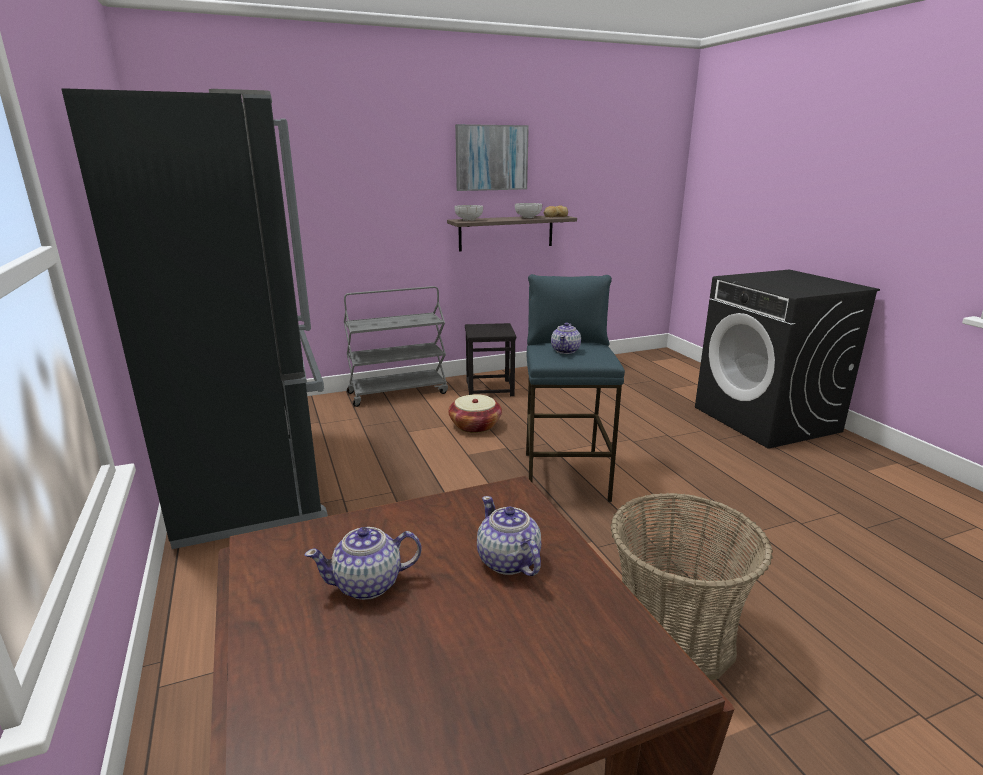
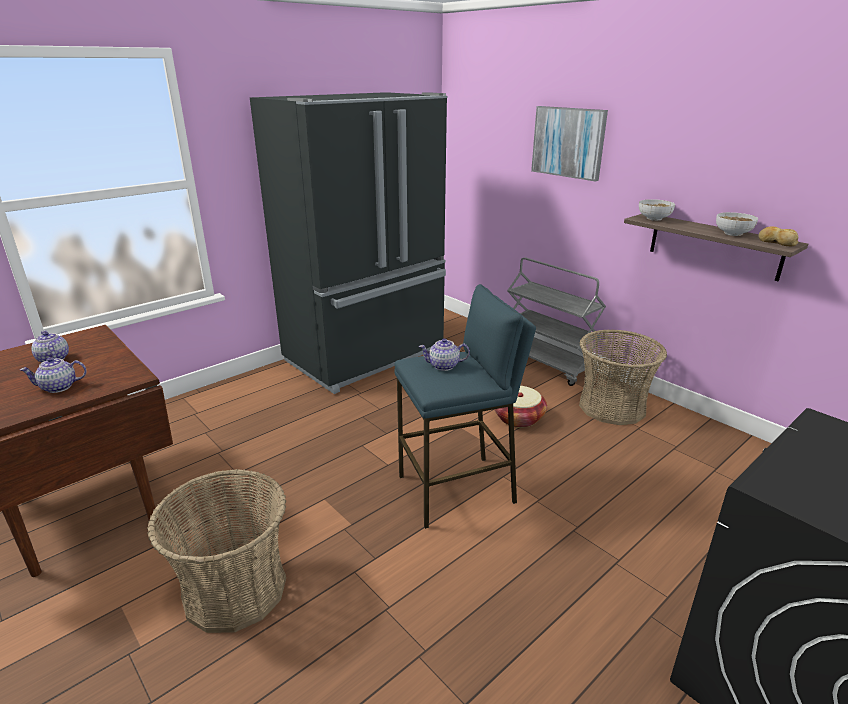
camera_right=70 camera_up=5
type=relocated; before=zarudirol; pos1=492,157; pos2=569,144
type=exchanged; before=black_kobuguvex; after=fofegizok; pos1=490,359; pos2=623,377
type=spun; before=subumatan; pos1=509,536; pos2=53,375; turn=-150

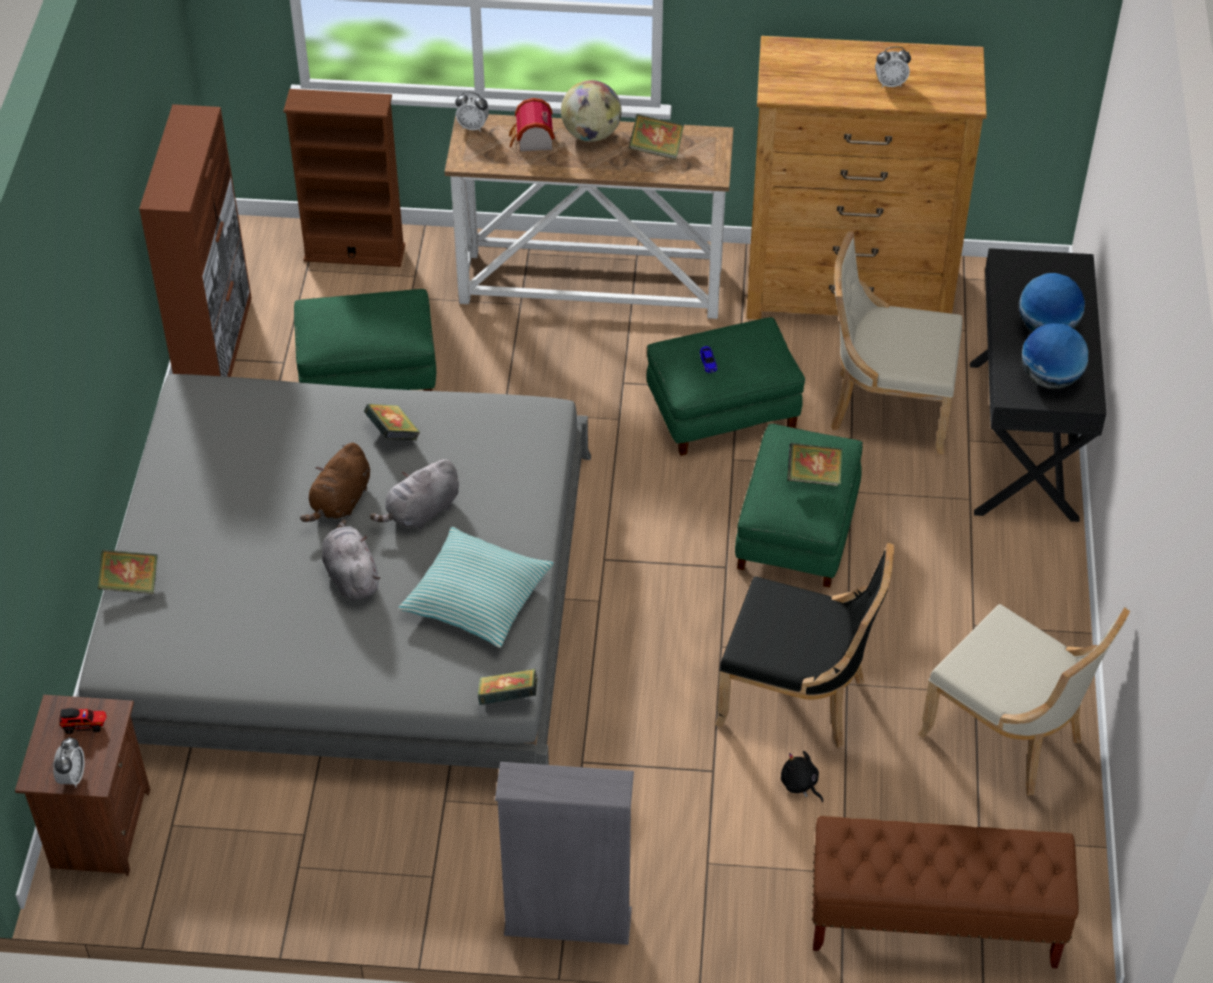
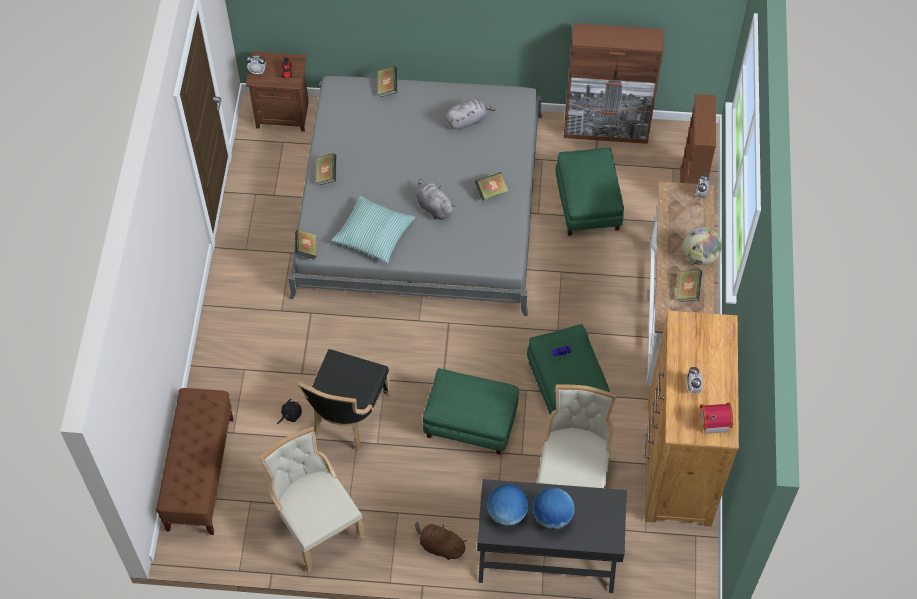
camera_right=90 camera_up=10
type=relocated; before=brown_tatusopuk; pos1=335,482; pos2=441,541
type=relocated; before=grey_tatusopuk; pos1=351,559; pos2=471,114
type=missing; before=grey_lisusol; pos1=564,853
type=relocated; before=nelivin; pos1=532,124; pos2=716,418
type=relocated; before=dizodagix; pos1=814,464; pos2=326,169
type=spun; before=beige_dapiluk; pos1=1024,700; pos2=312,500; turn=105

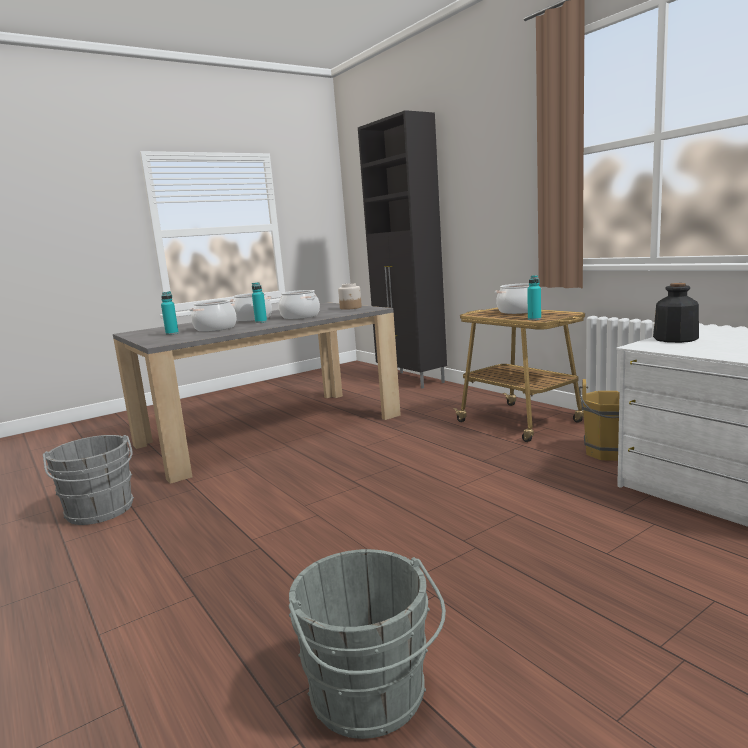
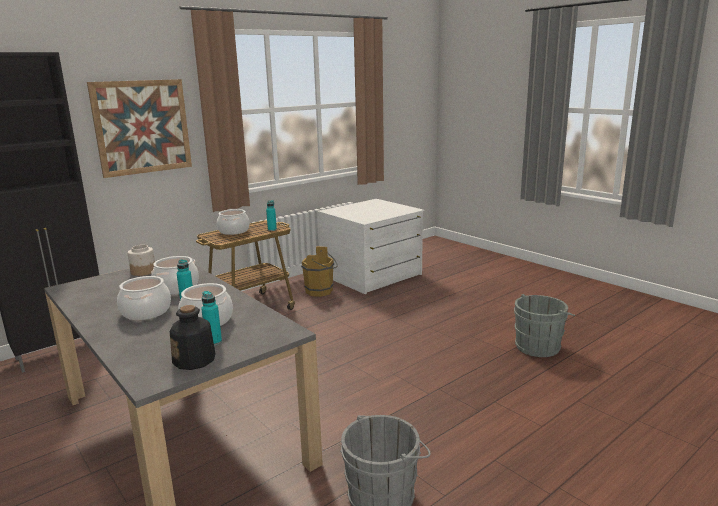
camera_right=-95 camera_up=5
type=relocated; before=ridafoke; pos1=676,313; pos2=193,337
type=appeared; after=zarudirol; pos2=139,128

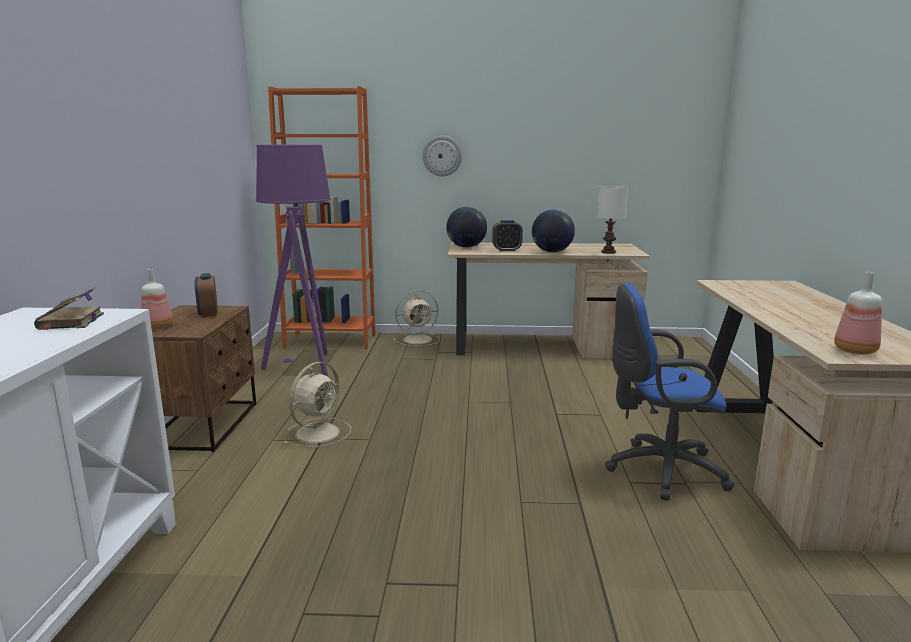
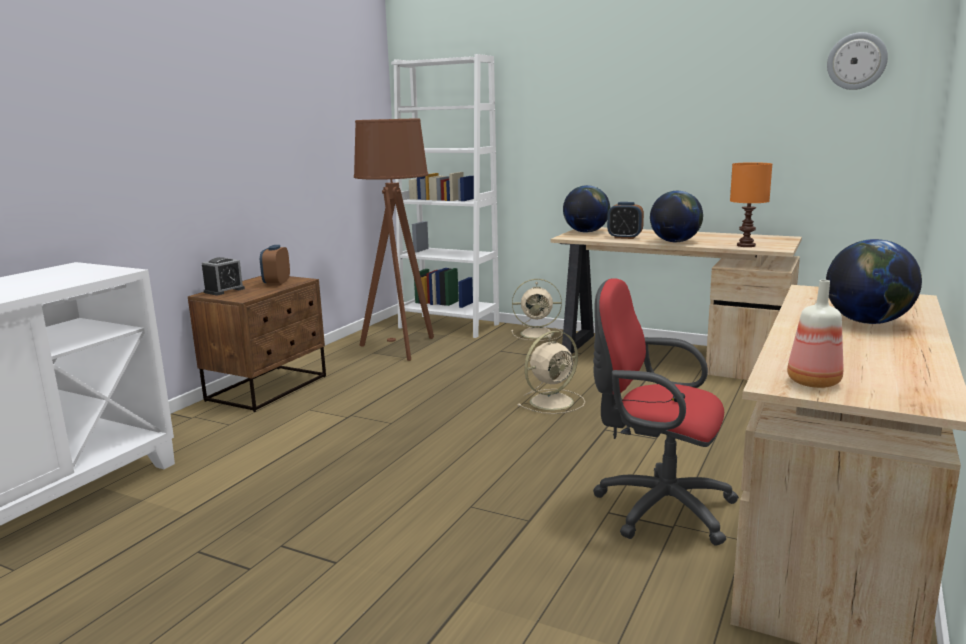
camera_right=25 camera_up=0
type=missing; before=dizodagix; pos1=69,308
type=exchanged; before=ridafoke; after=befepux; pos1=157,299; pos2=223,276
type=colour; before=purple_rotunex; after=brown_rotunex; pos1=293,261; pos2=394,239
type=colour; before=orange_lisusol; after=white_lisusol; pos1=322,218; pos2=445,196
type=relocated; before=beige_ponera; pos1=317,405; pos2=551,372
type=relocated; before=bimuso; pos1=442,156; pos2=857,61
type=colour; before=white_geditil; after=orange_geditil; pos1=612,220; pos2=751,204
type=colour; before=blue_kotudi; after=red_kotudi; pos1=669,392; pos2=666,412
type=appeared; after=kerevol; pos2=874,281

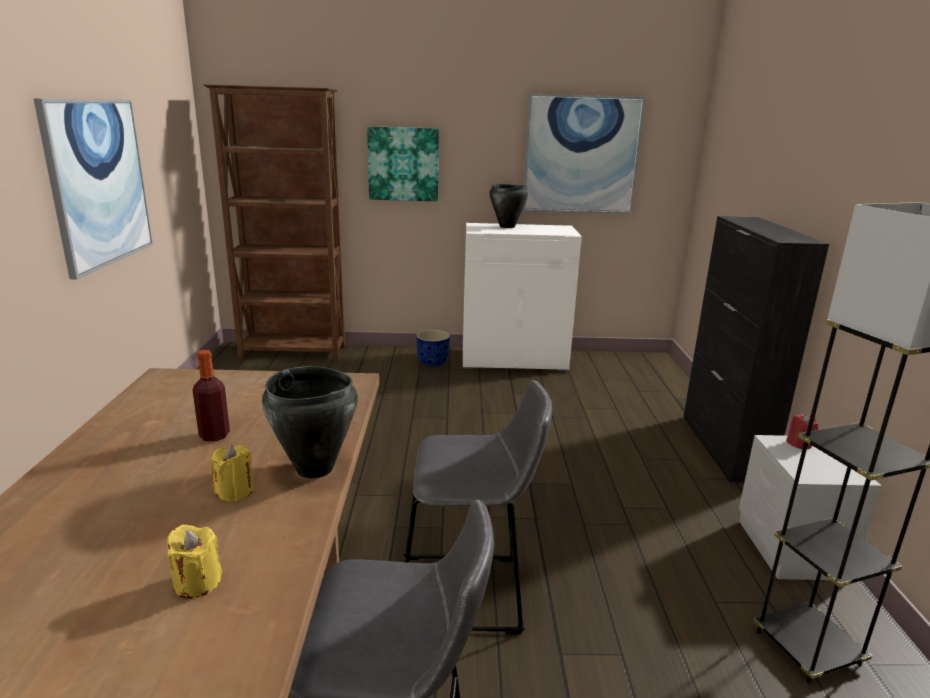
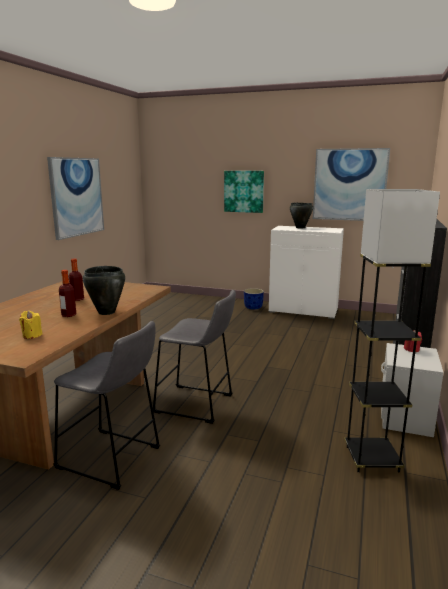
camera_right=20 camera_up=-5
type=missing; before=brown_lisusol; pos1=274,222
type=exchanged; before=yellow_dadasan; after=ridafoke; pos1=232,473; pos2=67,293

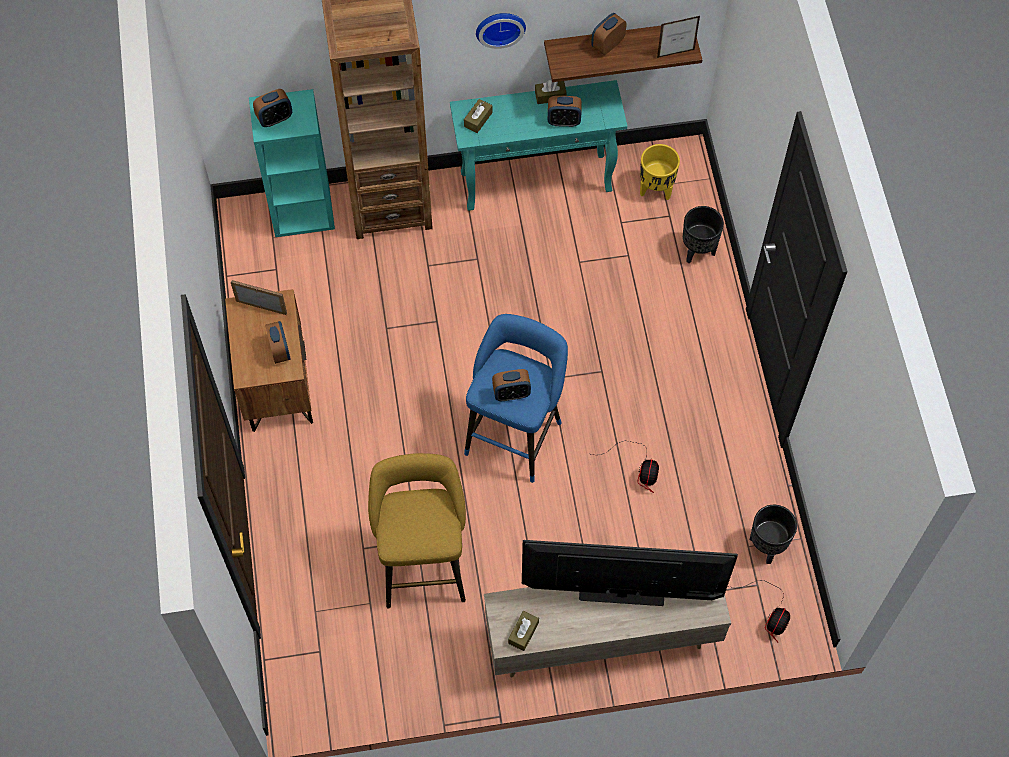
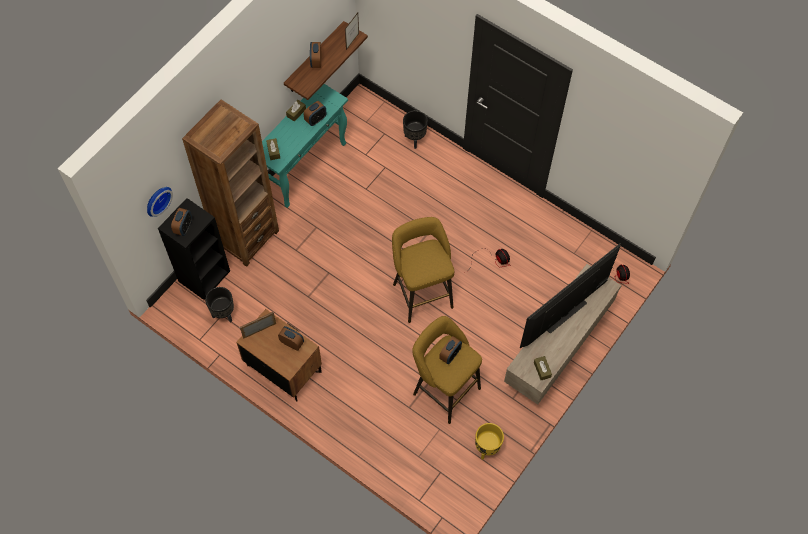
camera_right=-45 camera_up=0
type=colour; before=turquoise_lisusol; after=black_lisusol; pos1=292,163; pos2=194,249
type=colour; before=blue_kobuguvex; after=yellow_kobuguvex; pos1=516,398; pos2=423,270
type=relocated; before=bimuso; pos1=501,31; pos2=160,202
type=relocated; before=befepux; pos1=511,385; pos2=450,350
type=relocated; before=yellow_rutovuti; pos1=660,172; pos2=489,441
type=relocated; before=black_rutovuti; pos1=773,534; pos2=219,305

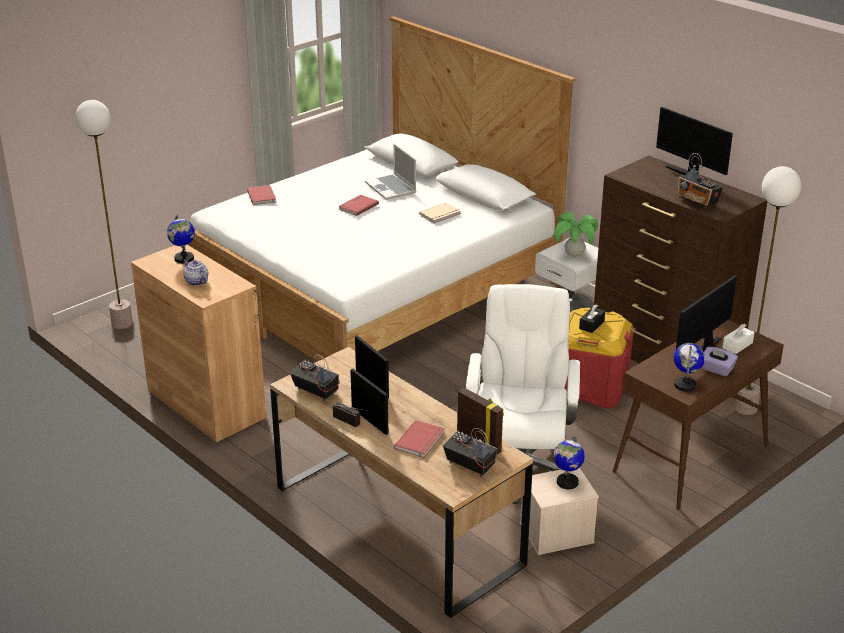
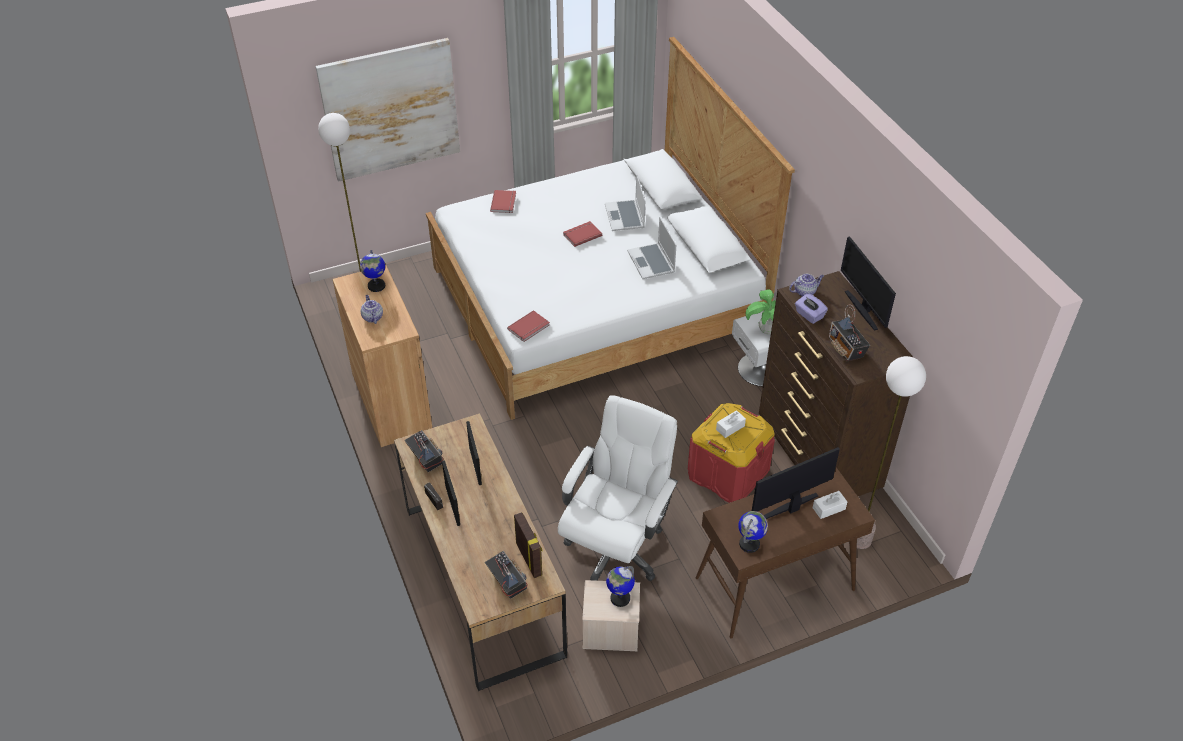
camera_right=20 camera_up=15
type=relocated; before=red_dizodagix; pos1=419,439; pos2=528,326
type=exchanged; before=beige_dizodagix; after=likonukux; pos1=440,213; pos2=651,248
type=colour; before=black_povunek; after=white_povunek; pos1=592,319; pos2=731,424
type=relocated; before=purple_povunek; pos1=720,361; pos2=811,308
type=appeared; after=zarudirol; pos2=387,110
type=appeared; after=subumatan; pos2=806,285

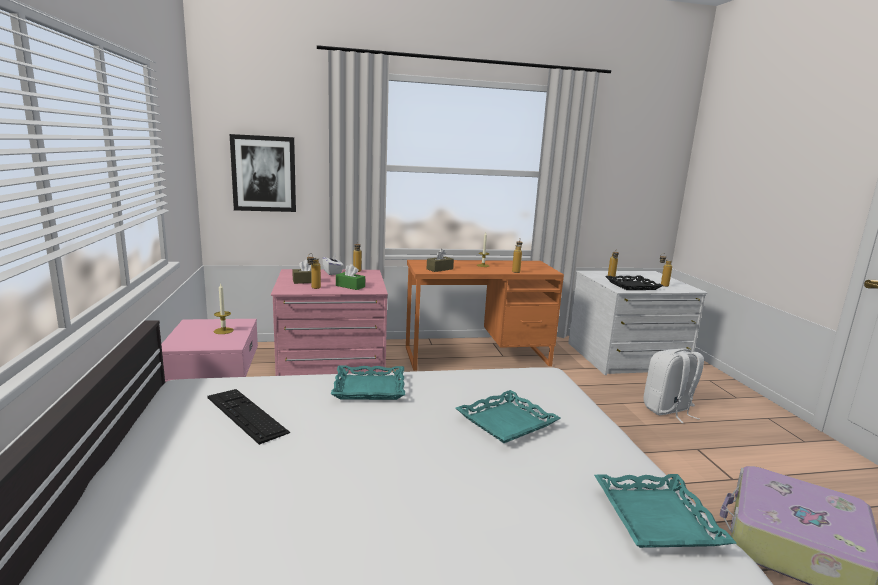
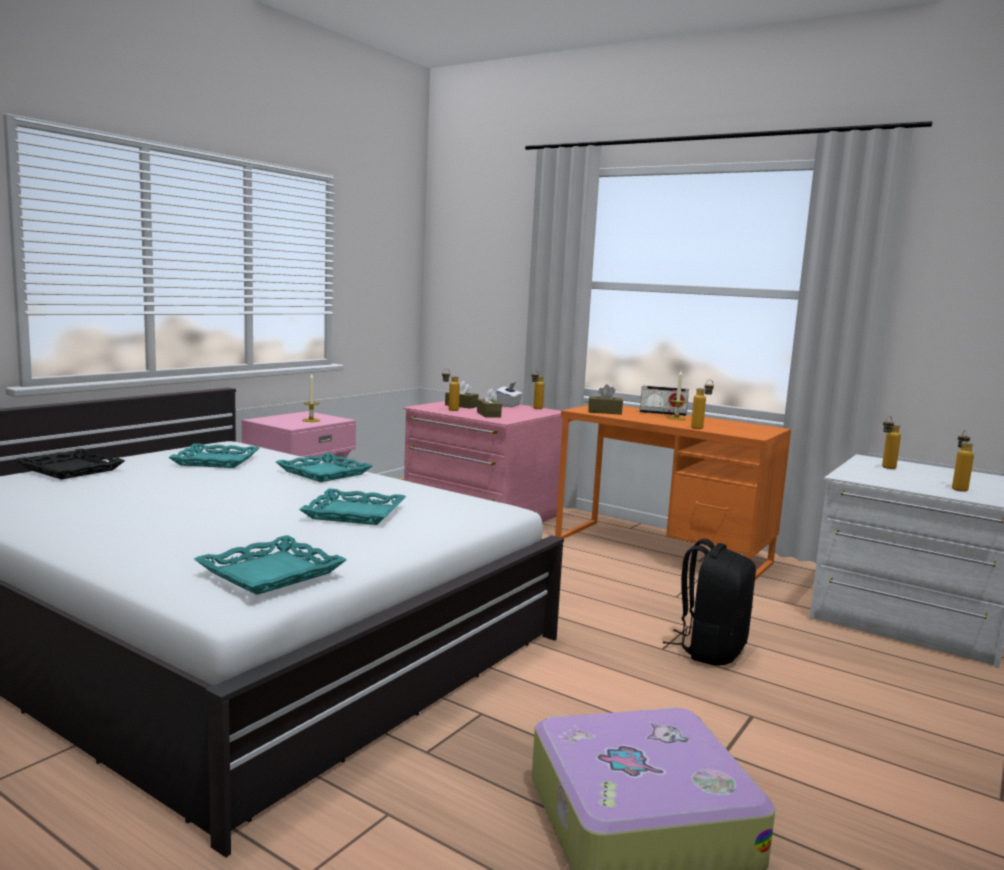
camera_right=45 camera_up=-5
type=exchanged; before=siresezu; after=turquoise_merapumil; pos1=248,417; pos2=213,455
type=missing; before=zarudirol; pos1=263,173
type=colour; before=green_povunek; after=brown_povunek; pos1=350,277; pos2=489,403
type=relocated; before=black_merapumil; pos1=634,283; pos2=70,464
type=missing; before=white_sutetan; pos1=674,385
type=appeared; after=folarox; pos2=664,401
type=appeared; after=black_sutetan; pos2=709,602

